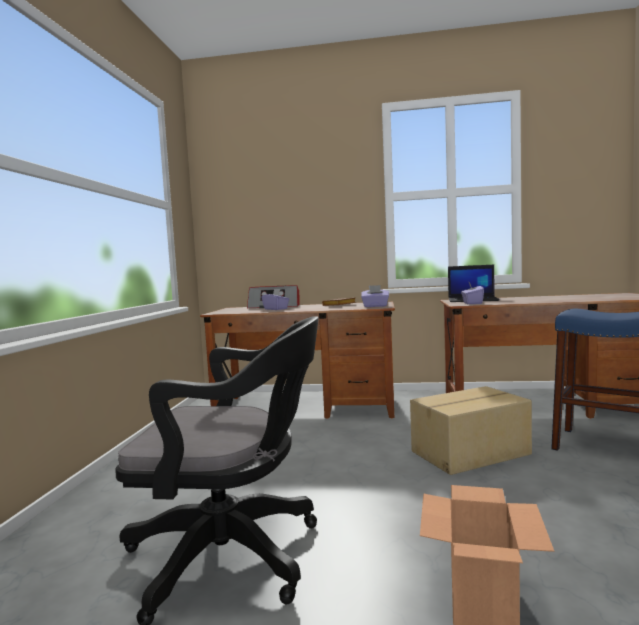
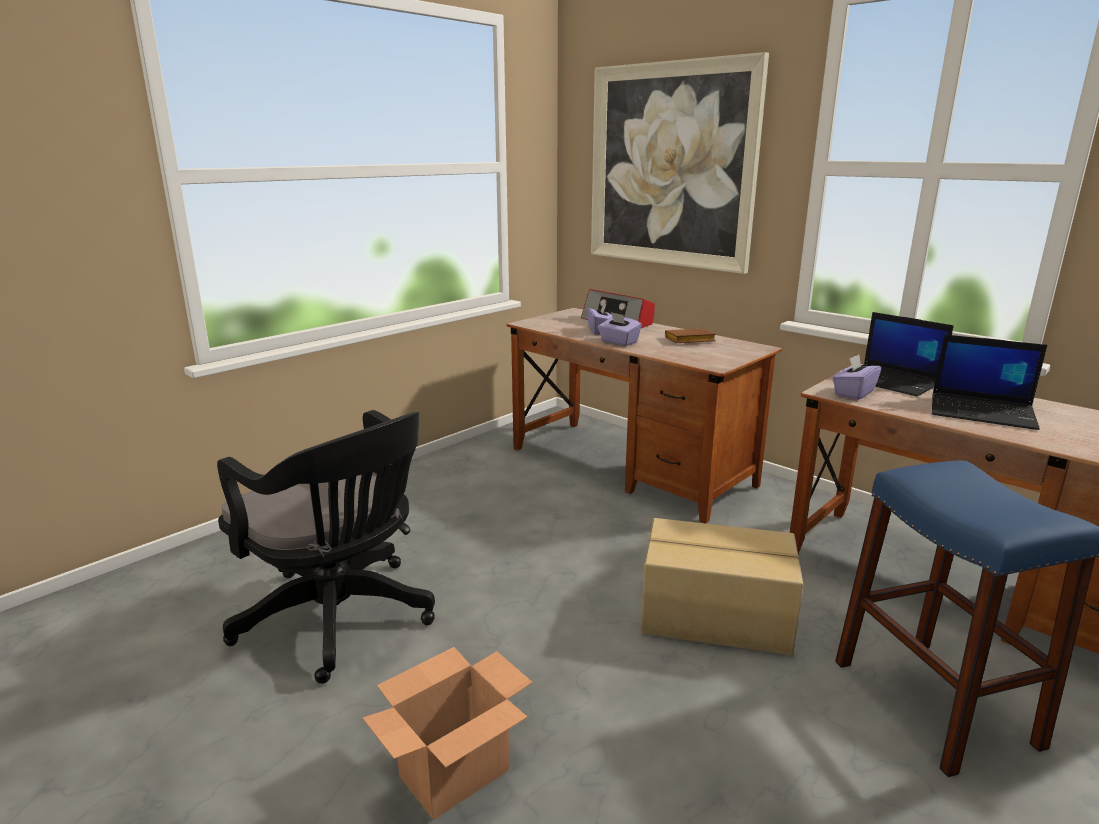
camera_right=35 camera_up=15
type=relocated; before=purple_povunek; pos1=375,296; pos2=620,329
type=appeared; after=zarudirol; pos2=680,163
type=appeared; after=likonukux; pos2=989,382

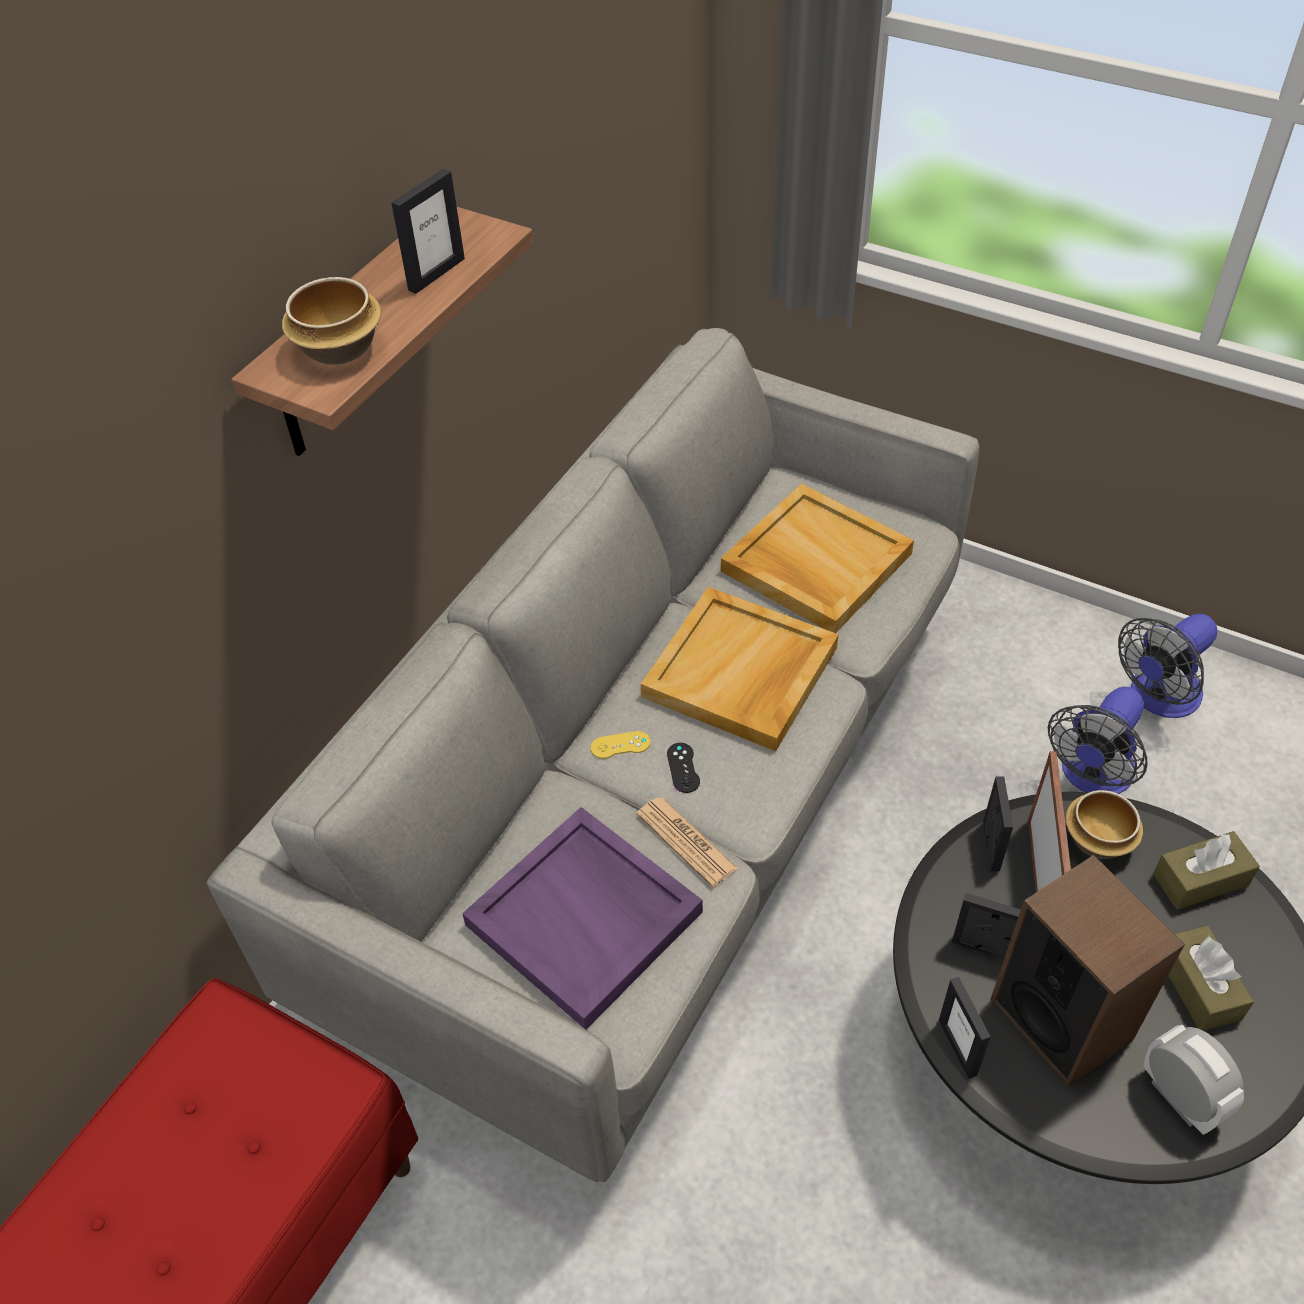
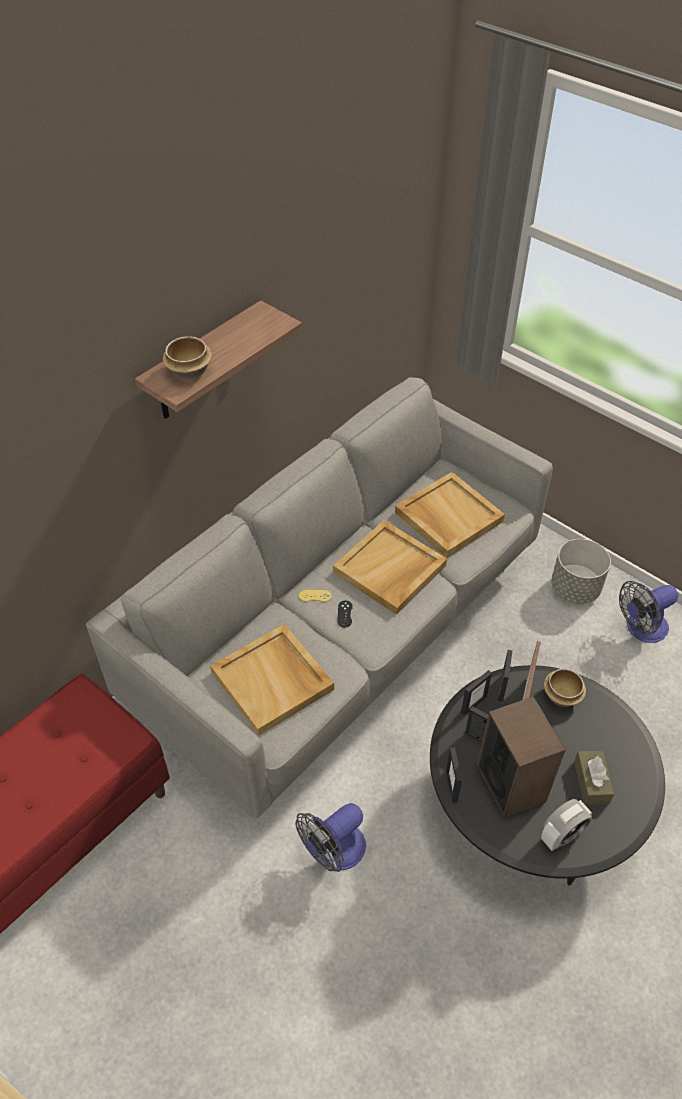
camera_right=10 camera_up=0
type=relocated; before=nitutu; pos1=428,231; pos2=476,693
type=colour; before=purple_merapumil; after=beige_merapumil; pos1=582,918; pos2=272,680
type=missing; before=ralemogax; pos1=687,842
type=relocated; before=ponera; pos1=1097,740; pos2=331,837
type=spun; before=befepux; pos1=1193,1080; pos2=566,825; turn=75
type=missing; before=brown_povunek; pos1=1206,870
type=appeared; after=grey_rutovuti; pos2=581,571

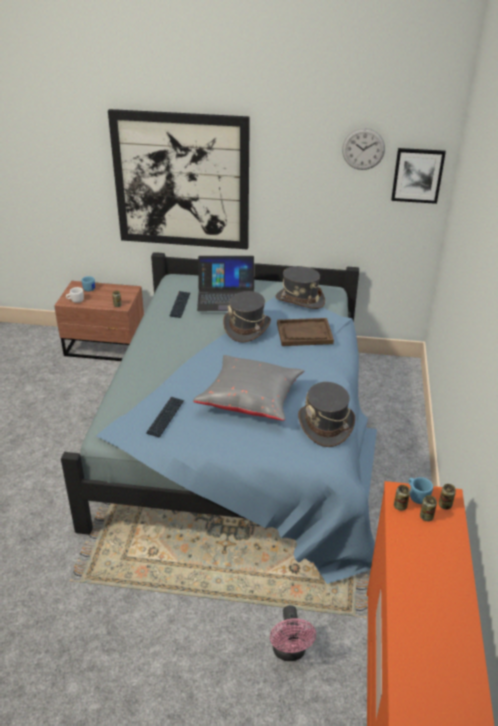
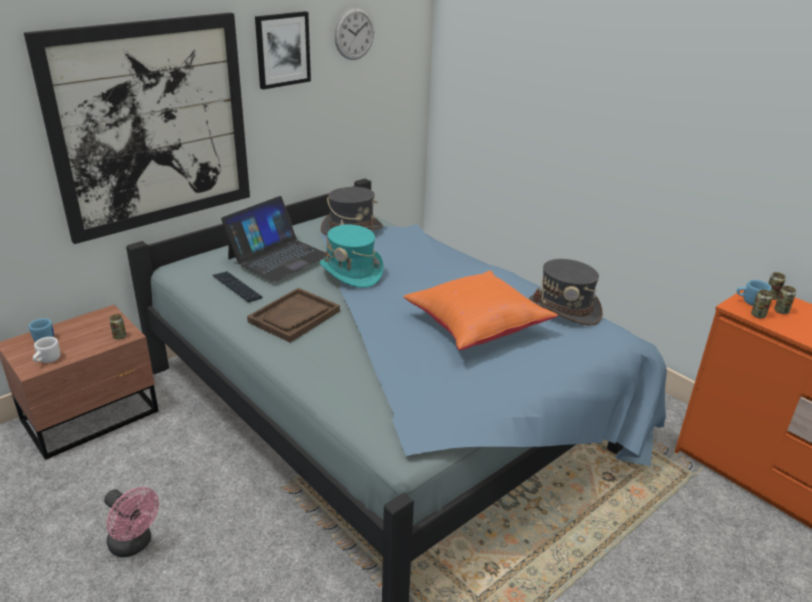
camera_right=-50 camera_up=-5
type=missing; before=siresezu; pos1=165,417
type=colour; before=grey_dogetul; after=orange_dogetul; pos1=248,388; pos2=481,310
type=colour; before=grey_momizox; after=turquoise_momizox; pos1=247,316; pos2=352,256
type=relocated; before=pink_ponera; pos1=293,633; pos2=131,522
type=relocated; before=brown_merapumil; pos1=305,332; pos2=293,315
type=relocated; before=zarudirol; pos1=418,176; pos2=283,50

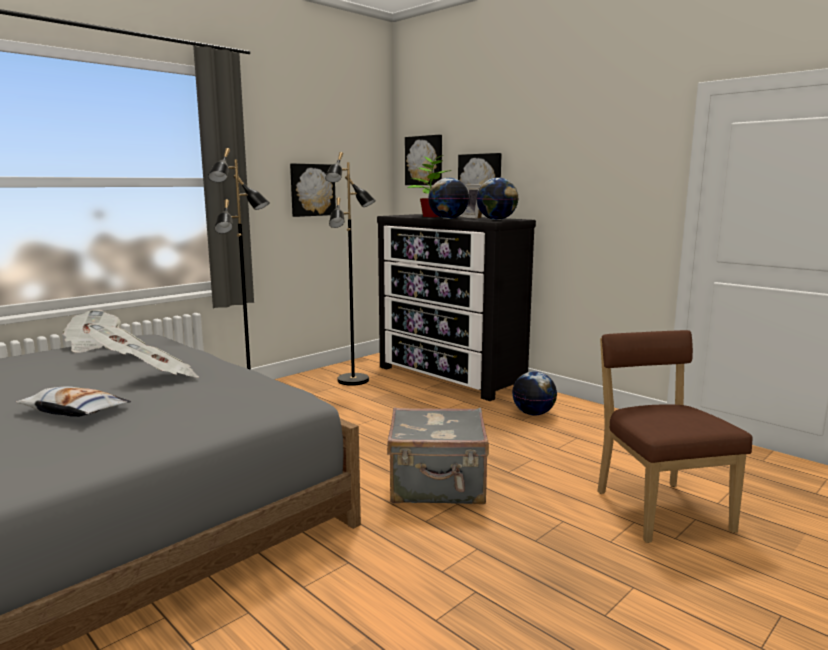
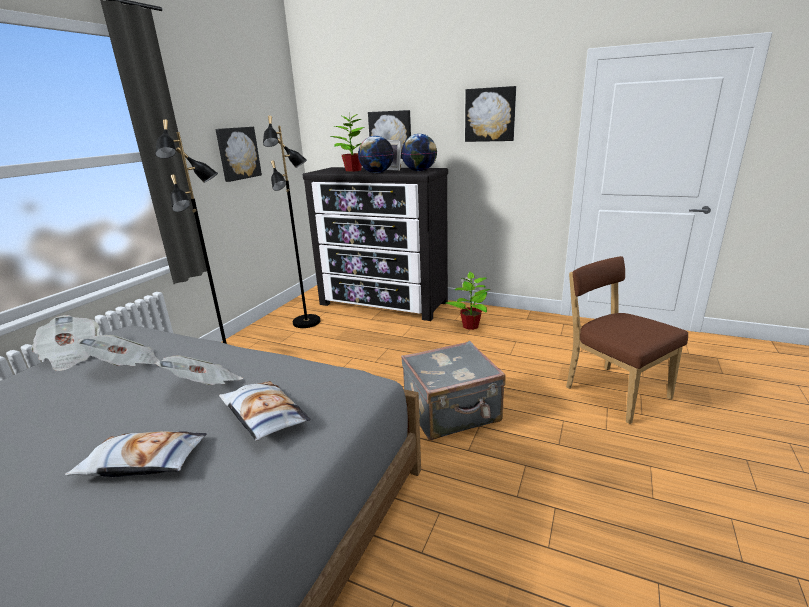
camera_right=-20 camera_up=10
type=relocated; before=zarudirol; pos1=423,160; pos2=490,114
type=exchanged; before=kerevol; after=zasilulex; pos1=534,393; pos2=468,301
type=appeared; after=dogetul; pos2=264,411

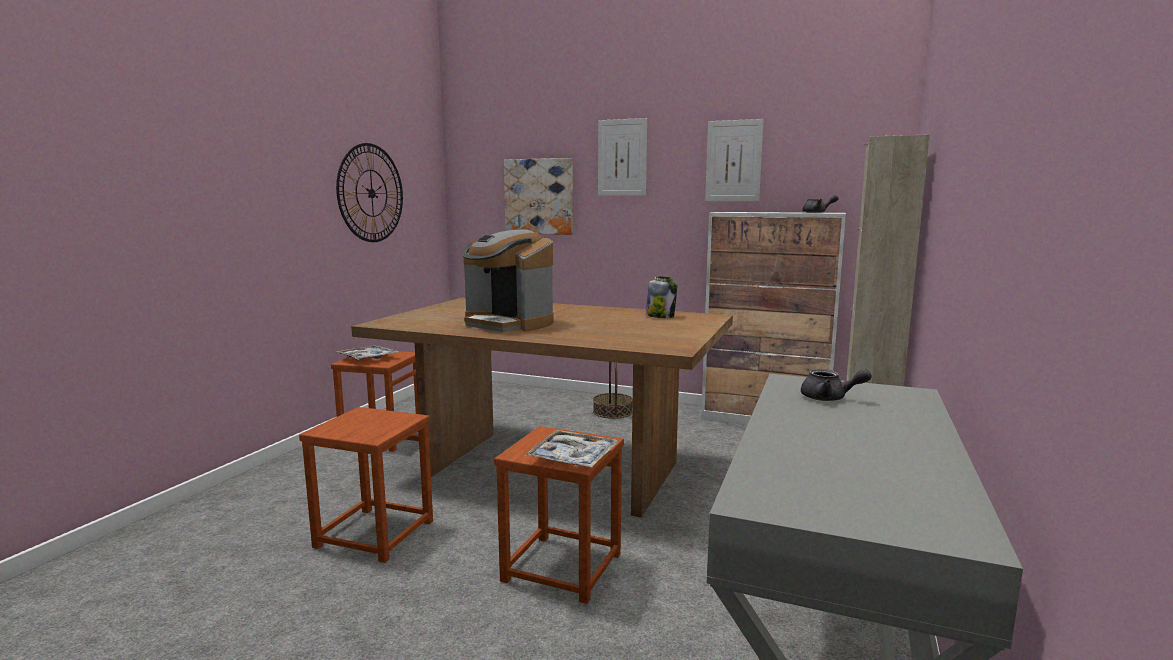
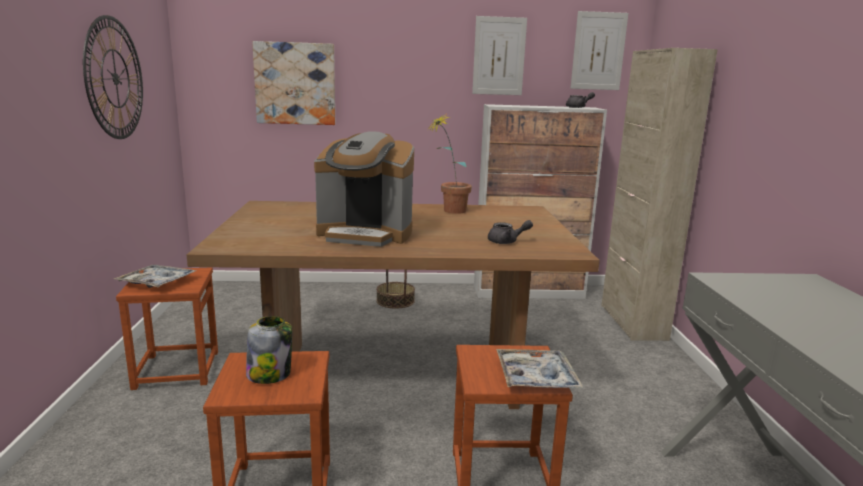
camera_right=-25 camera_up=5
type=relocated; before=zarudirol; pos1=622,157; pos2=599,50
type=relocated; before=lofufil; pos1=661,297; pos2=269,350
type=relocated; before=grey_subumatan; pos1=836,385; pos2=510,232
type=appeared; after=zasilulex; pos2=449,164

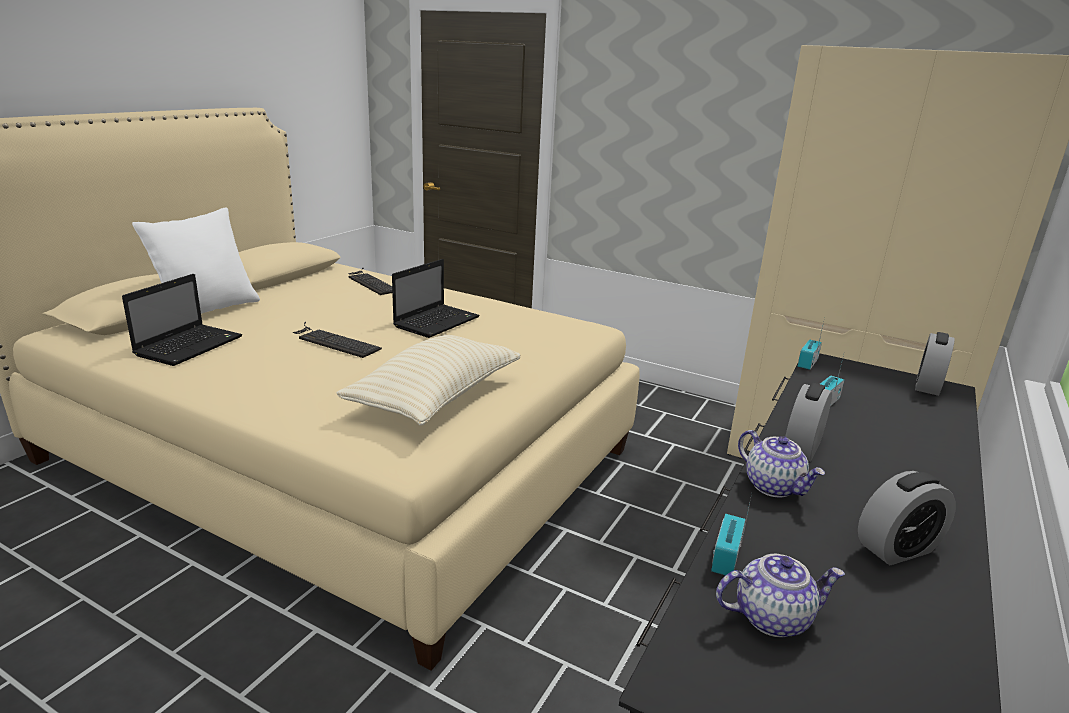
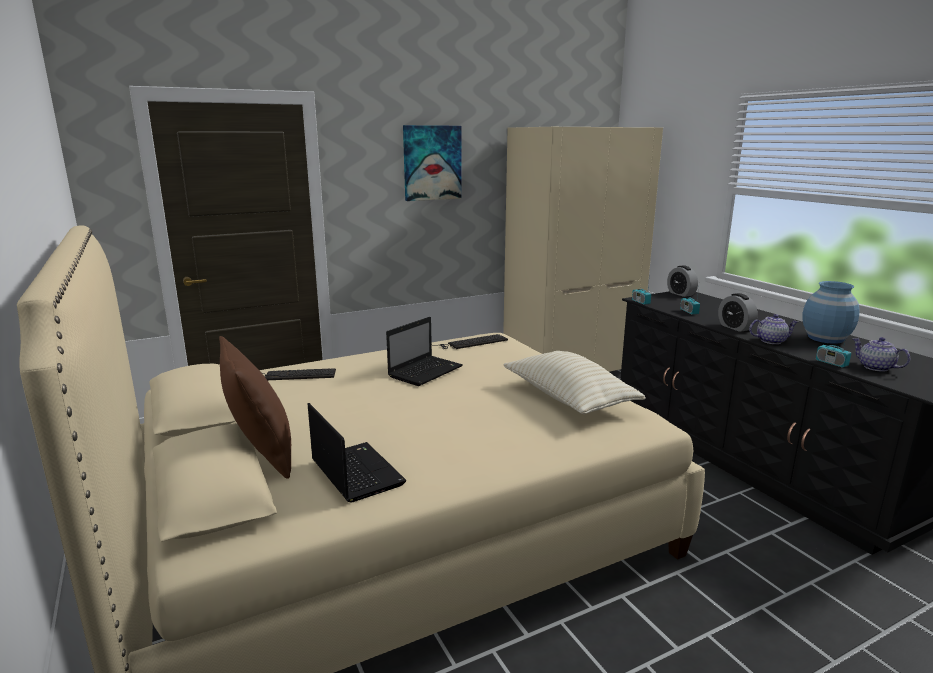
camera_right=-55 camera_up=-5
type=colour; before=white_dogetul; after=brown_dogetul; pos1=196,260; pos2=255,407
type=relocated; before=siresezu; pos1=337,340; pos2=471,341
type=spun; before=likonukux; pos1=436,298; pos2=424,351; turn=60
type=spun; before=subumatan; pos1=780,595; pos2=881,354; turn=-60
type=exchanged; before=befepux; after=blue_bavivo; pos1=907,518; pos2=831,312
type=appeared; after=zarudirol; pos2=432,163

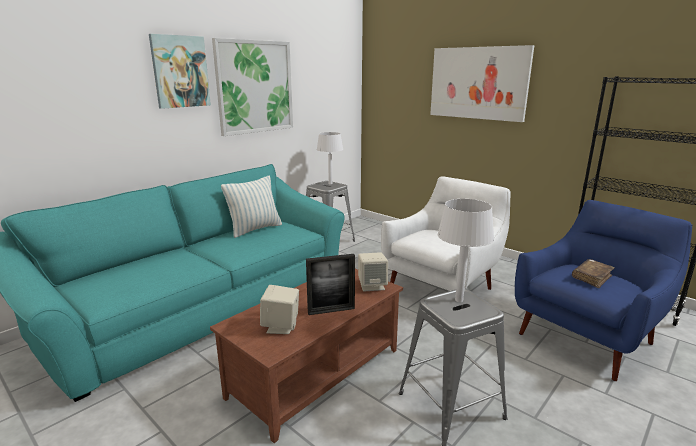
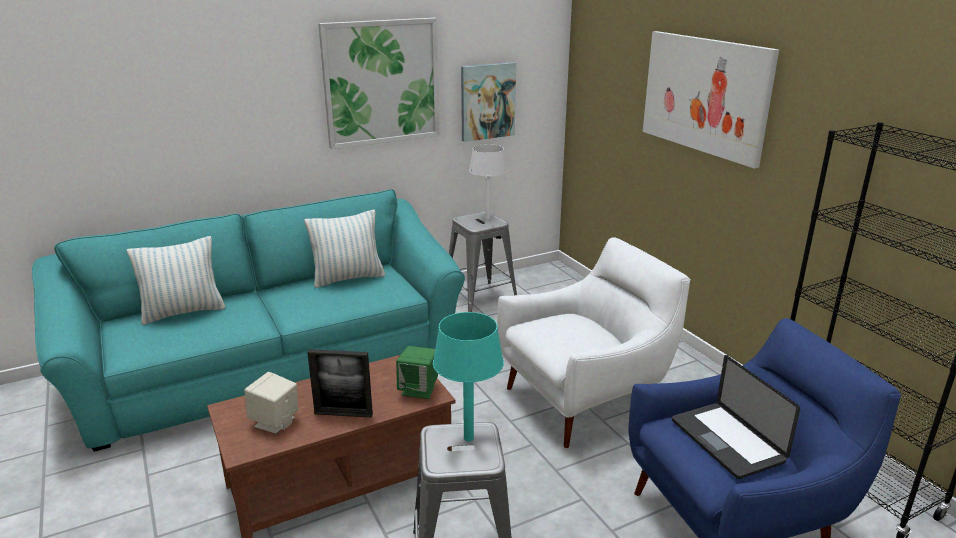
camera_right=20 camera_up=5
type=relocated; before=zarudirol; pos1=180,71; pos2=488,102
type=colour; before=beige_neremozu; after=green_neremozu; pos1=373,272; pos2=417,372
type=colour; before=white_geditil; after=turquoise_geditil; pos1=465,250; pos2=468,377
type=exchanged; before=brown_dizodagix; after=likonukux; pos1=593,273; pos2=736,417
type=appeared; after=dogetul; pos2=176,280

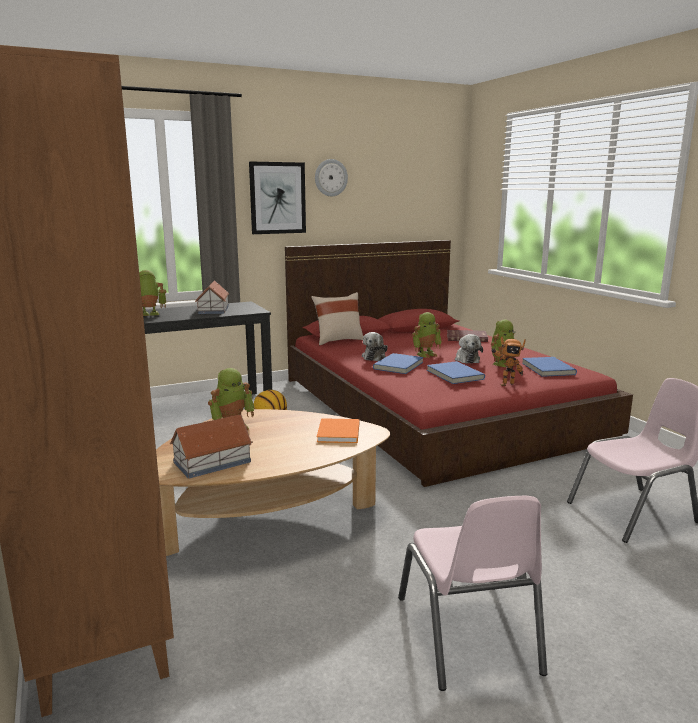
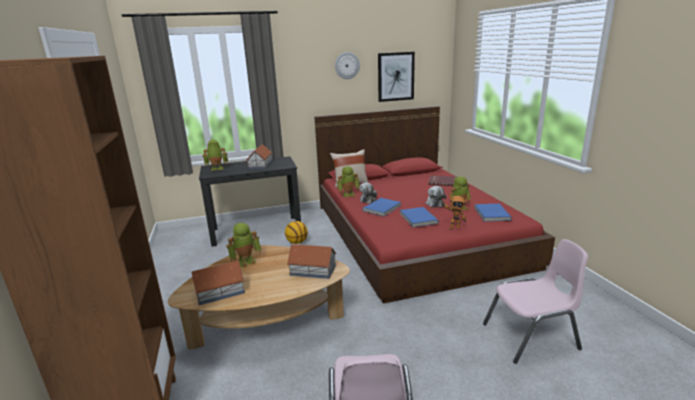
camera_right=10 camera_up=5
type=relocated; before=zarudirol; pos1=277,198; pos2=396,77
type=exchanged; before=orange_dizodagix; after=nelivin; pos1=338,430; pos2=311,261
type=relocated; before=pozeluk; pos1=427,335; pos2=348,182

